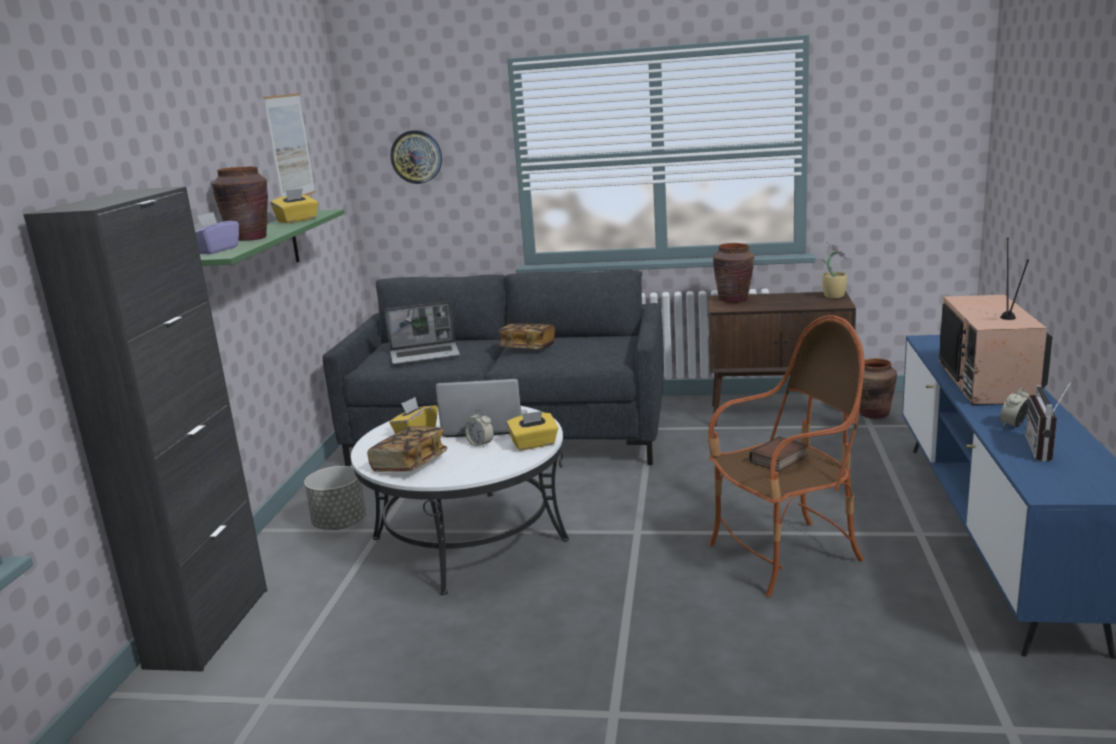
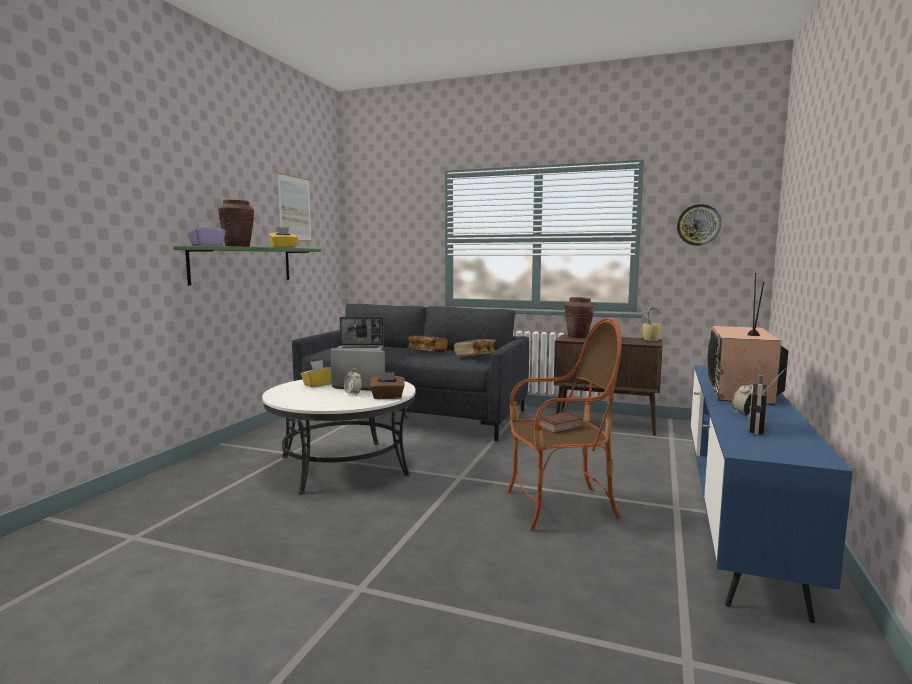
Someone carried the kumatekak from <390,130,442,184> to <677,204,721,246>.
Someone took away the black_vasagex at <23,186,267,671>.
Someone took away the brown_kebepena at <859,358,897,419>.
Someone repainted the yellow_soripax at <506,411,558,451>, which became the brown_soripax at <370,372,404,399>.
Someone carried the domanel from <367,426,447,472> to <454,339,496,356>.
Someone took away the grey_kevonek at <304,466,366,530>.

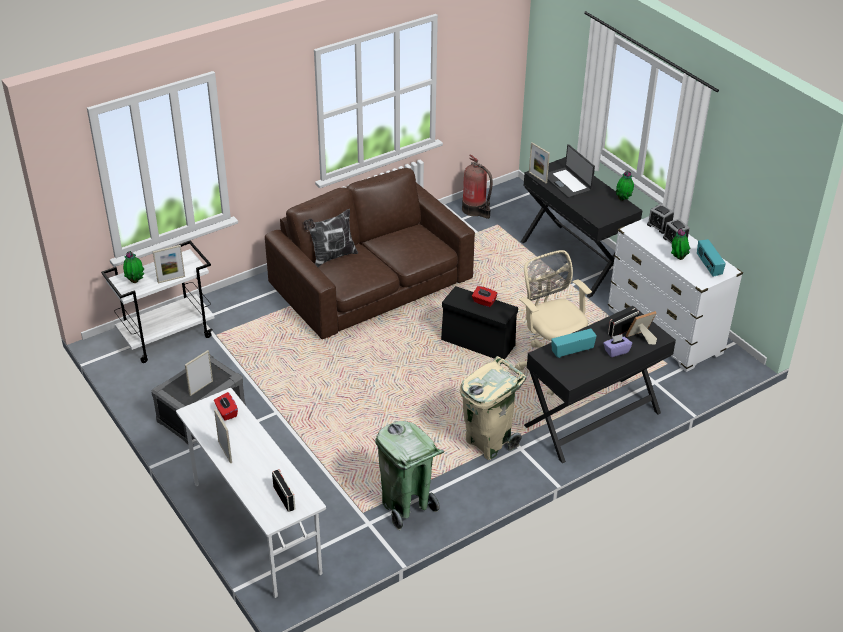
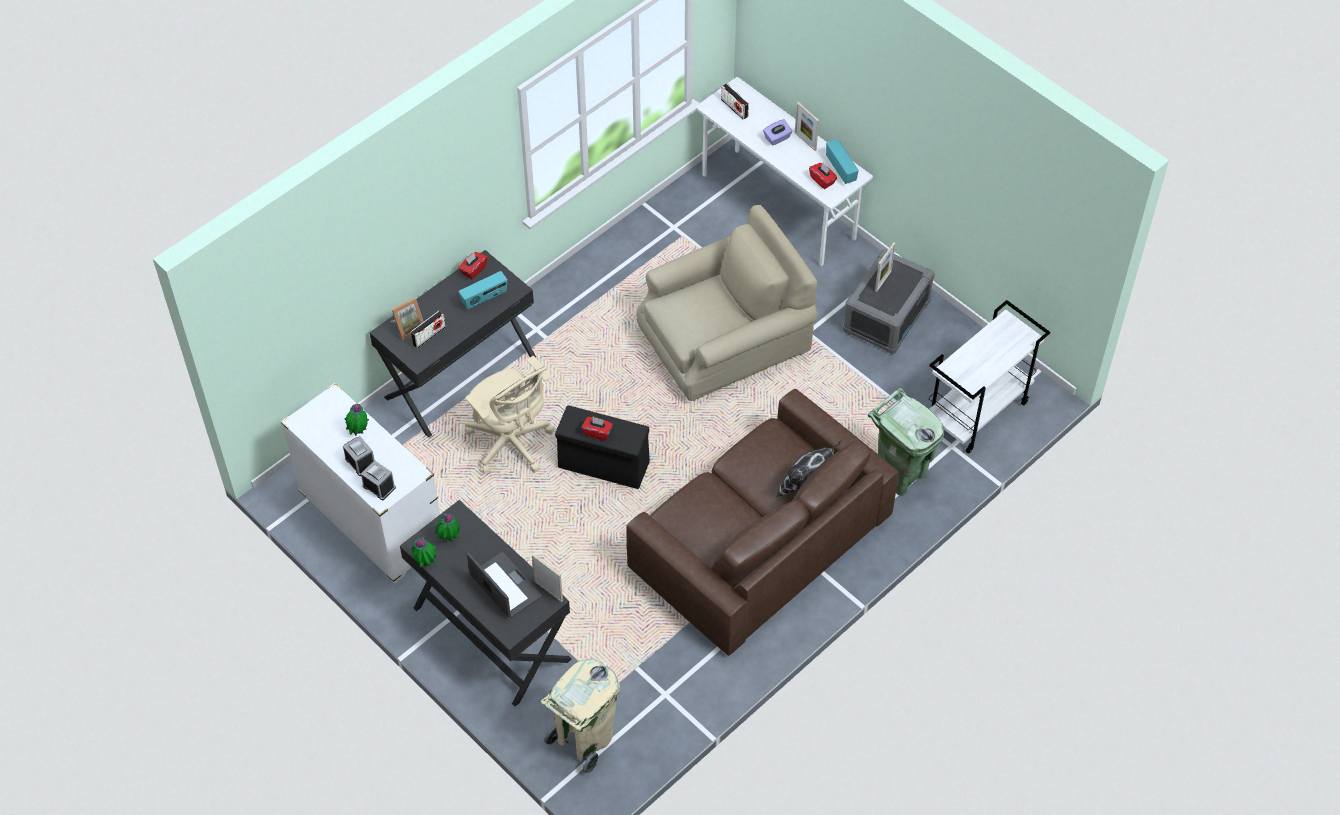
Someone took away the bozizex at <462,154,493,219>.
Someone carried the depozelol from <697,239,726,277> to <826,139,859,184>.
Someone took away the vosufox at <153,245,185,283>.
Someone carried the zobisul from <123,251,144,283> to <434,513,460,542>.
Someone carried the purple_soripax from <603,334,632,357> to <763,119,793,146>.
Someone carried the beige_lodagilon from <460,356,526,460> to <540,659,620,774>.
Someone carried the green_lodagilon from <375,421,444,530> to <868,388,944,496>.
Someone put down the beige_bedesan at <637,205,817,401>.
Someone put down the red_soripax at <458,252,488,279>.

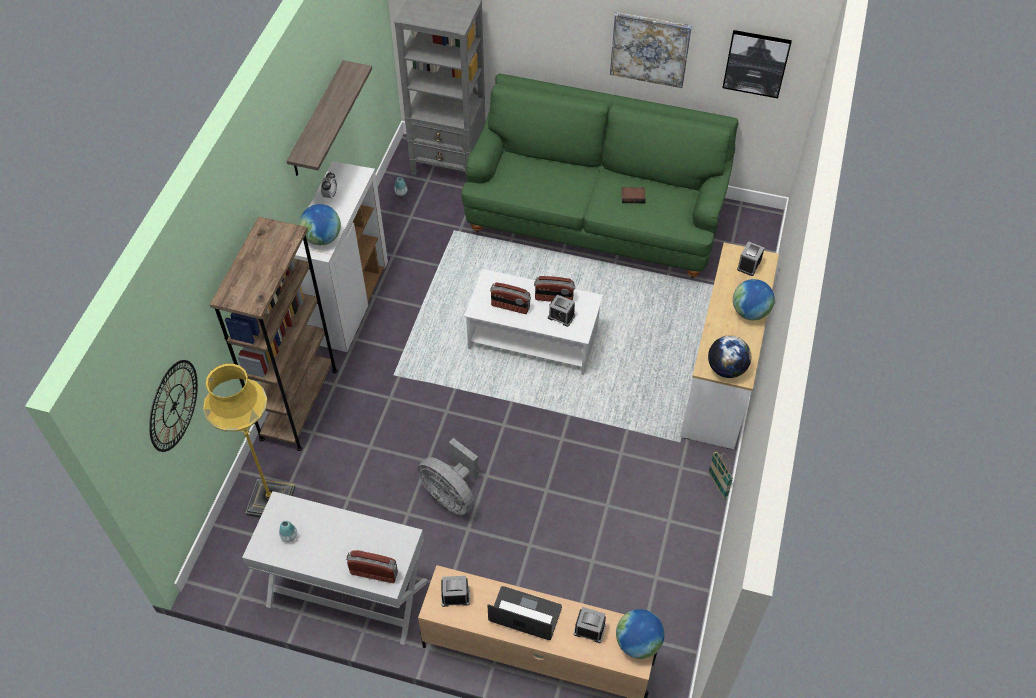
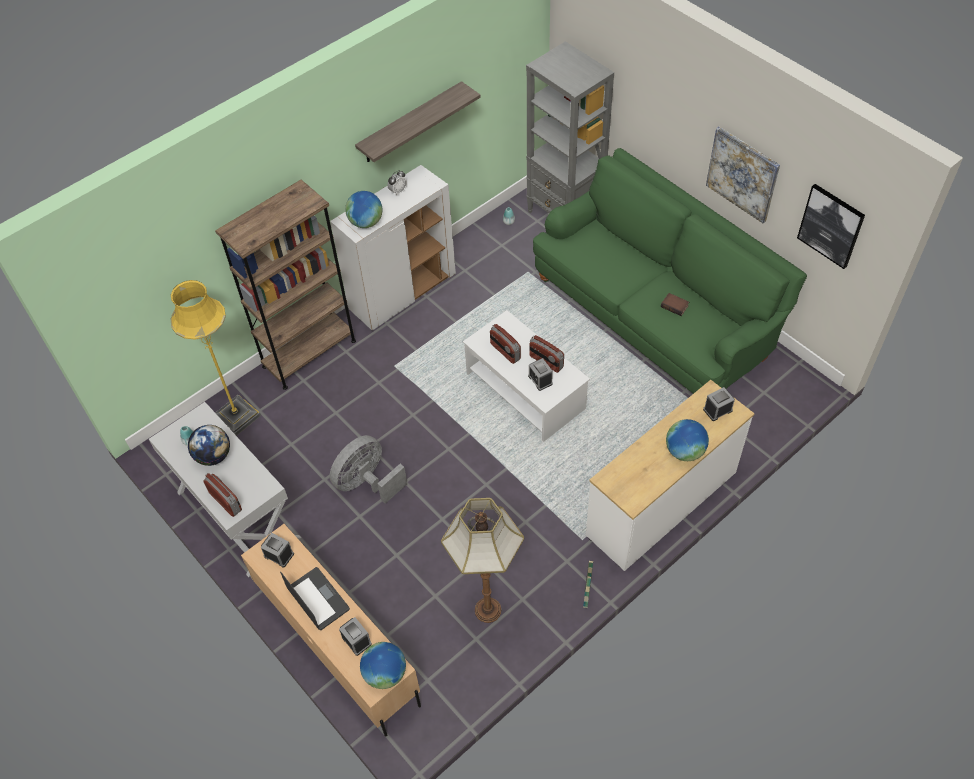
Someone carried the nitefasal from <708,335,751,378> to <188,425,230,466>.
Someone took away the kumatekak at <149,360,198,452>.
Someone rotated the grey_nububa at <418,438,479,515> by 60 degrees clockwise.
Someone put down the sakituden at <441,498,524,623>.

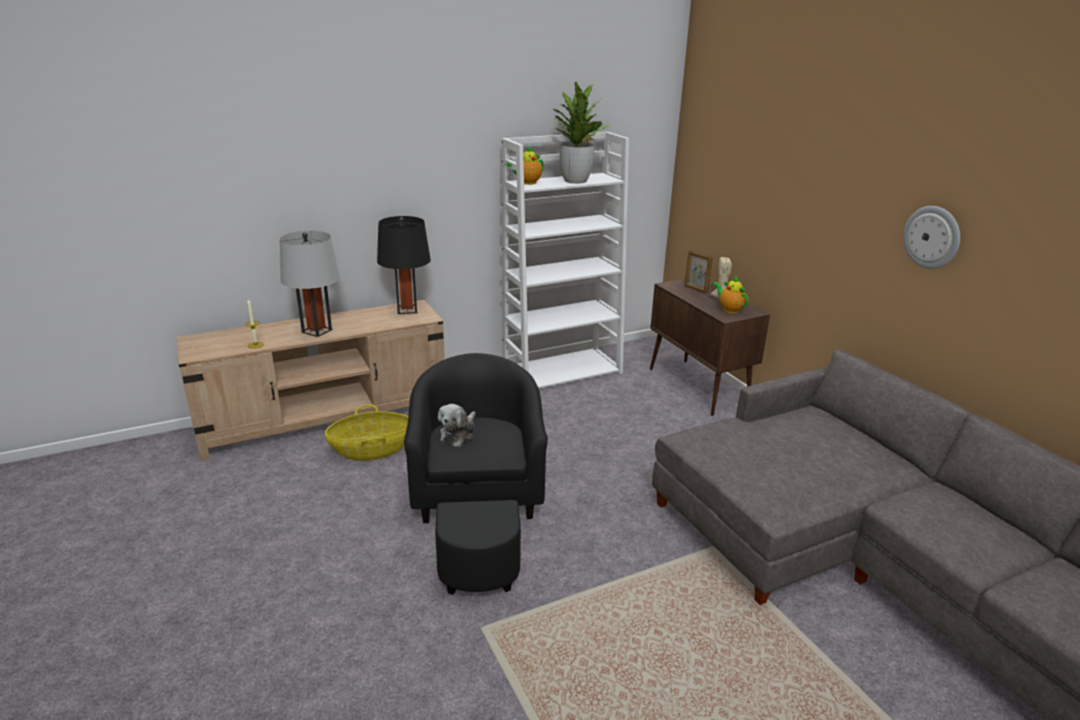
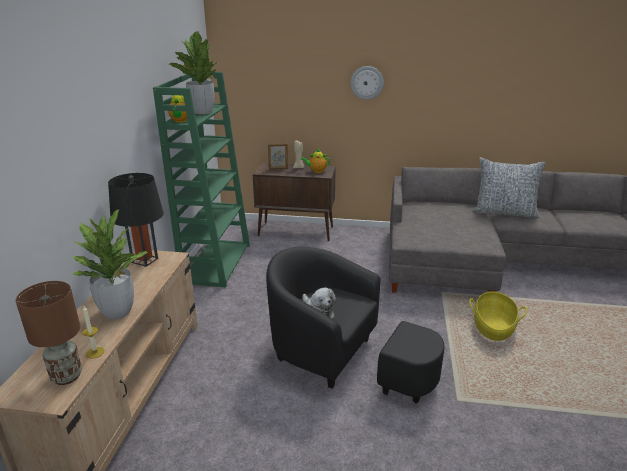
Someone repainted the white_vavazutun at <502,132,629,389>, which became the green_vavazutun at <153,72,250,287>.
Someone carried the kumatekak from <903,206,960,269> to <351,66,384,100>.
Someone swapped the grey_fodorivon at <280,231,340,337> for the zobisul at <71,209,148,319>.
Someone carried the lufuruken from <325,404,408,461> to <469,291,527,341>.
Someone put down the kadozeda at <472,157,545,218>.
Someone put down the brown_fodorivon at <16,281,82,385>.

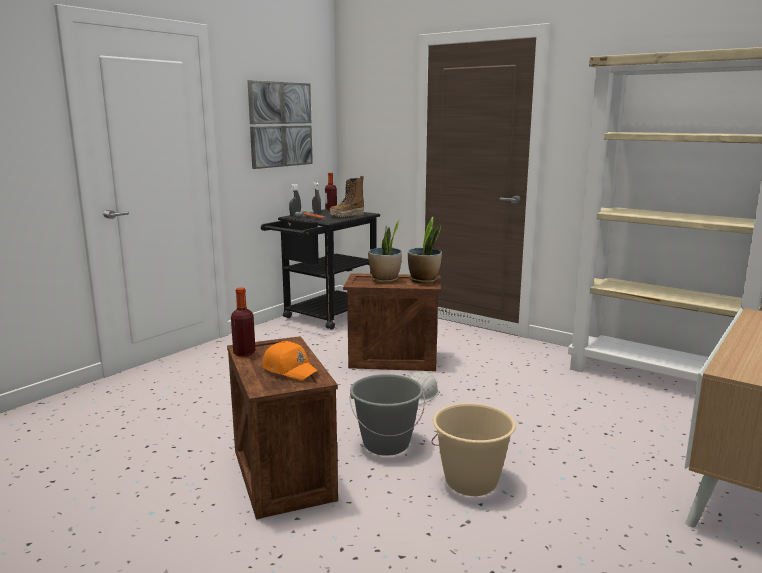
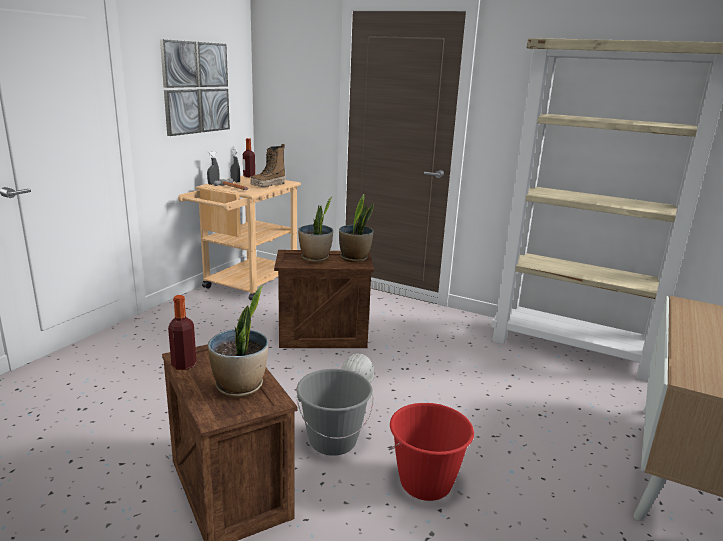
Someone repainted the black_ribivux at <261,209,380,330>, which became the beige_ribivux at <178,176,301,300>.
Someone swapped the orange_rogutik at <263,341,319,380> for the zobisul at <208,285,268,398>.
Someone repainted the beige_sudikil at <431,403,516,496>, which became the red_sudikil at <388,403,474,501>.

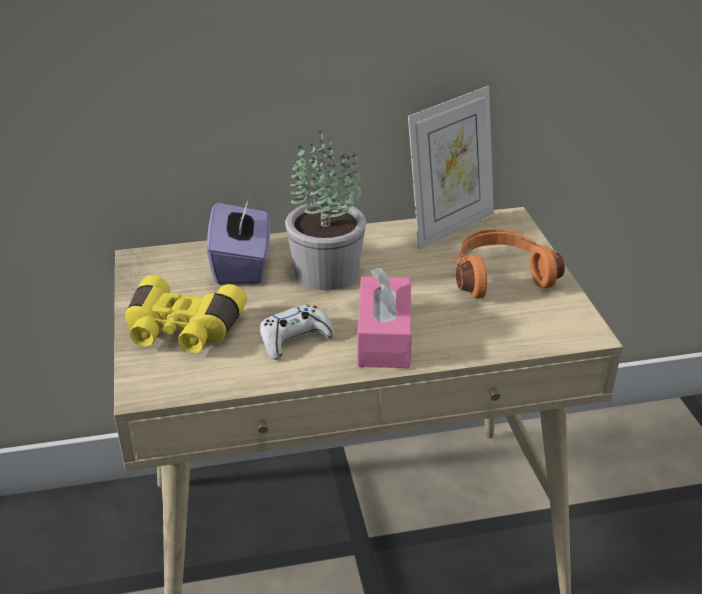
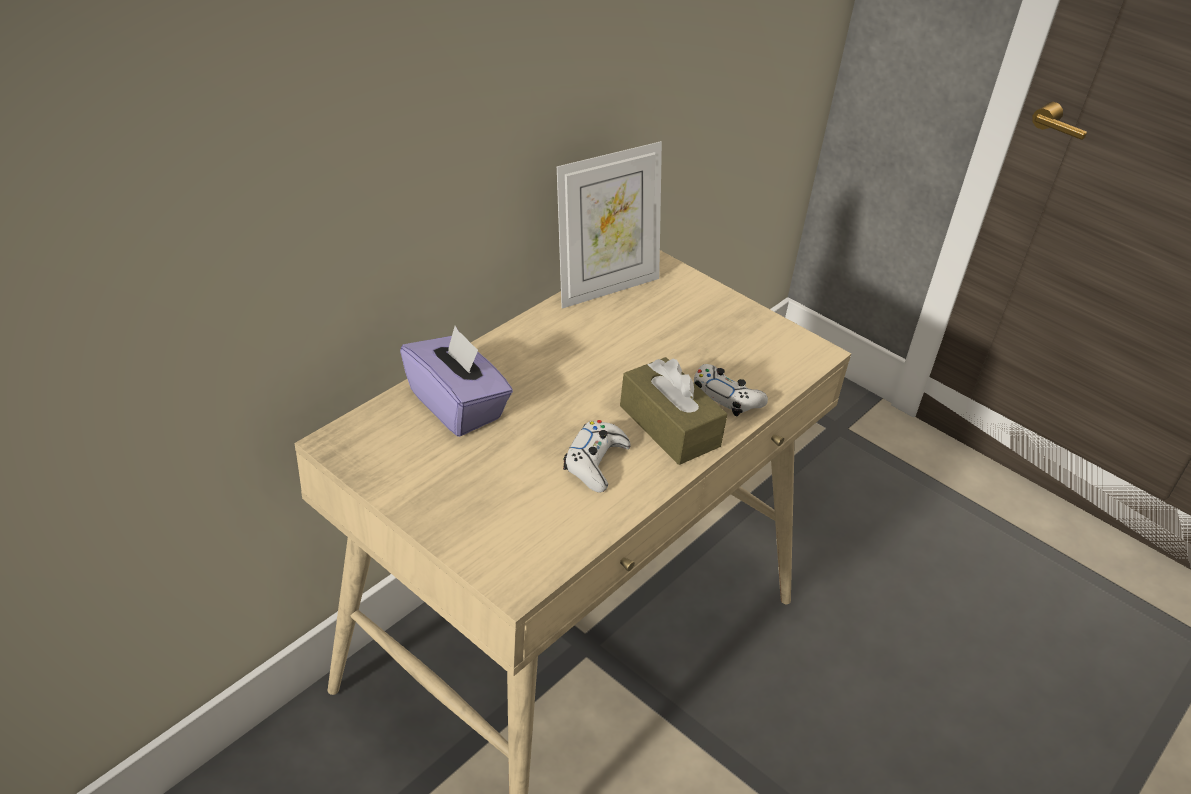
Someone rotated the vosufox at <408,86,494,250> by 45 degrees clockwise.
Someone took away the zobisul at <285,131,366,290>.
Someone took away the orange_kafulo at <455,229,565,298>.
Someone repainted the pink_soripax at <357,268,412,368>, which became the brown_soripax at <620,357,727,465>.
Someone took away the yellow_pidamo at <125,275,247,353>.
Someone put down the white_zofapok at <694,364,768,416>.

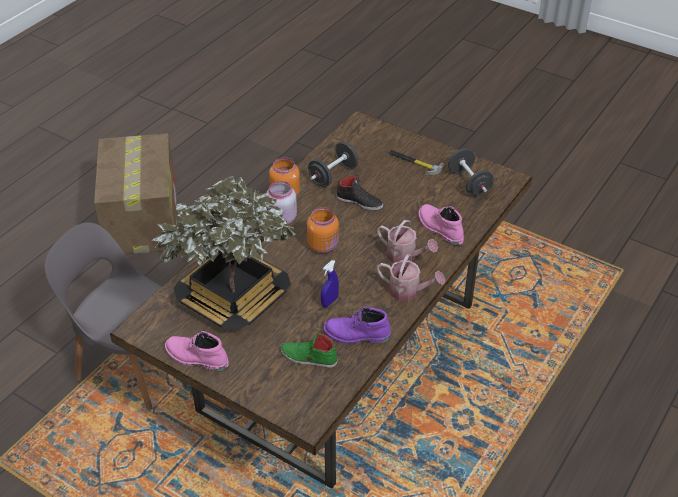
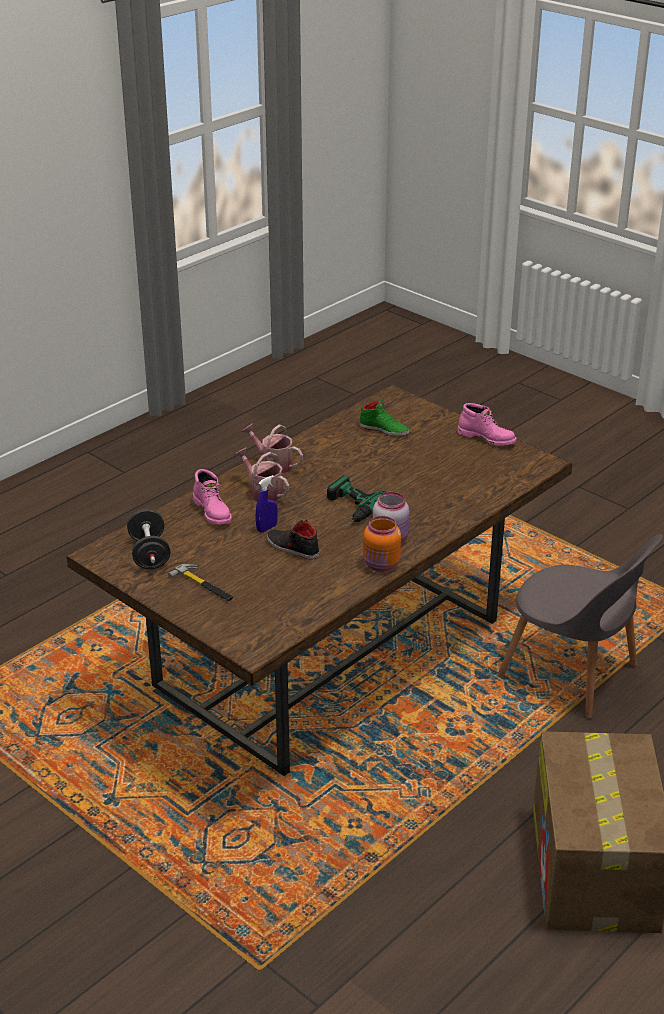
Someone took away the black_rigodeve at <308,142,358,187>.
Someone took away the zobisul at <152,176,295,329>.
Someone swapped the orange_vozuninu at <307,207,339,253> for the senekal at <327,476,386,527>.
Someone carried the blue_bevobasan from <321,260,339,308> to <255,475,278,533>.
Someone took away the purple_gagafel at <323,307,391,344>.

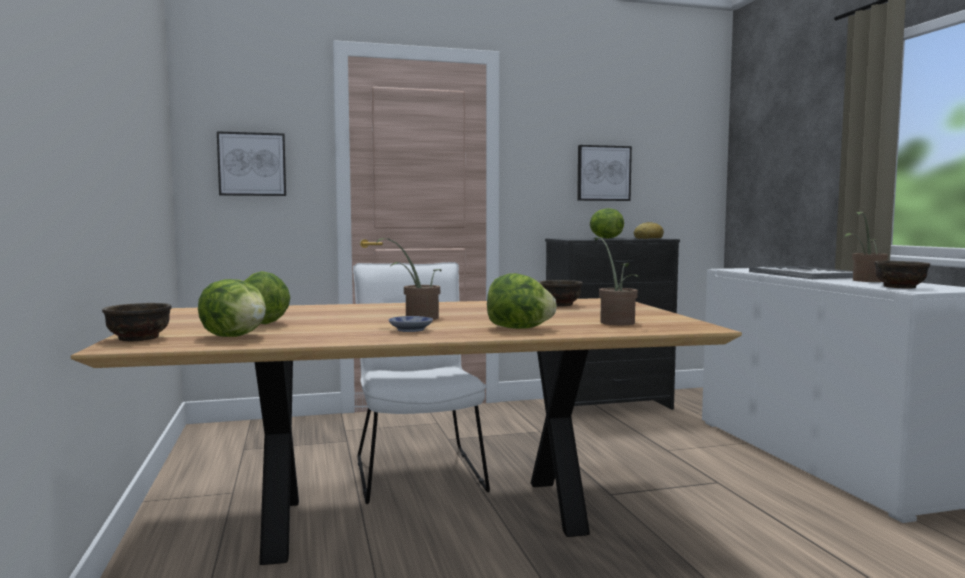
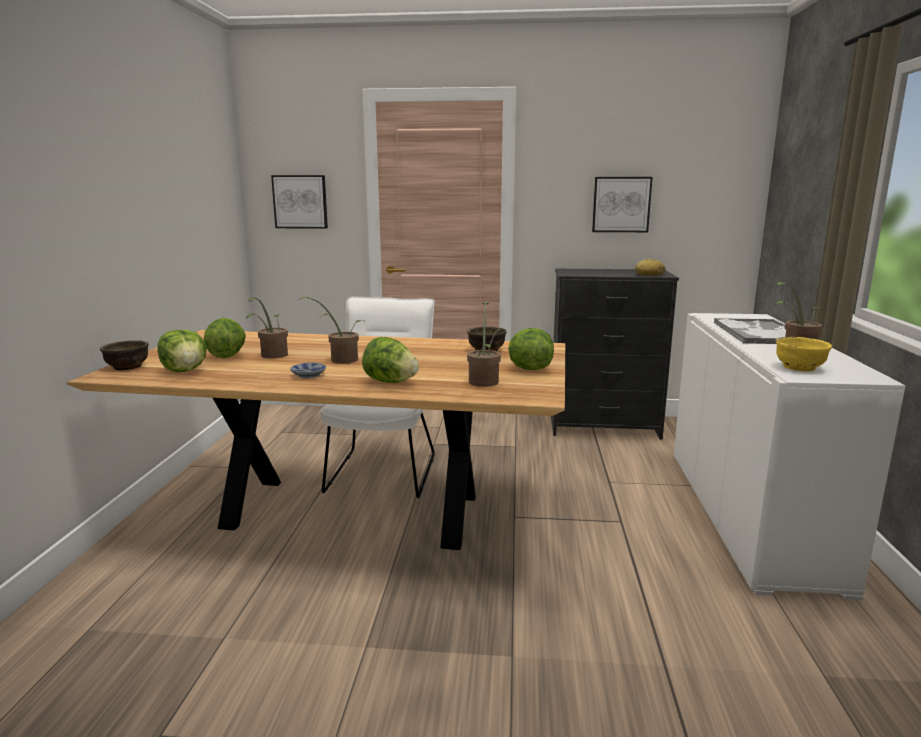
Someone carried the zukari from <590,208,624,239> to <508,328,554,370>.
Someone repainted the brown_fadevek at <874,261,930,289>, which became the yellow_fadevek at <776,337,832,371>.
Someone put down the zobisul at <246,297,288,359>.

